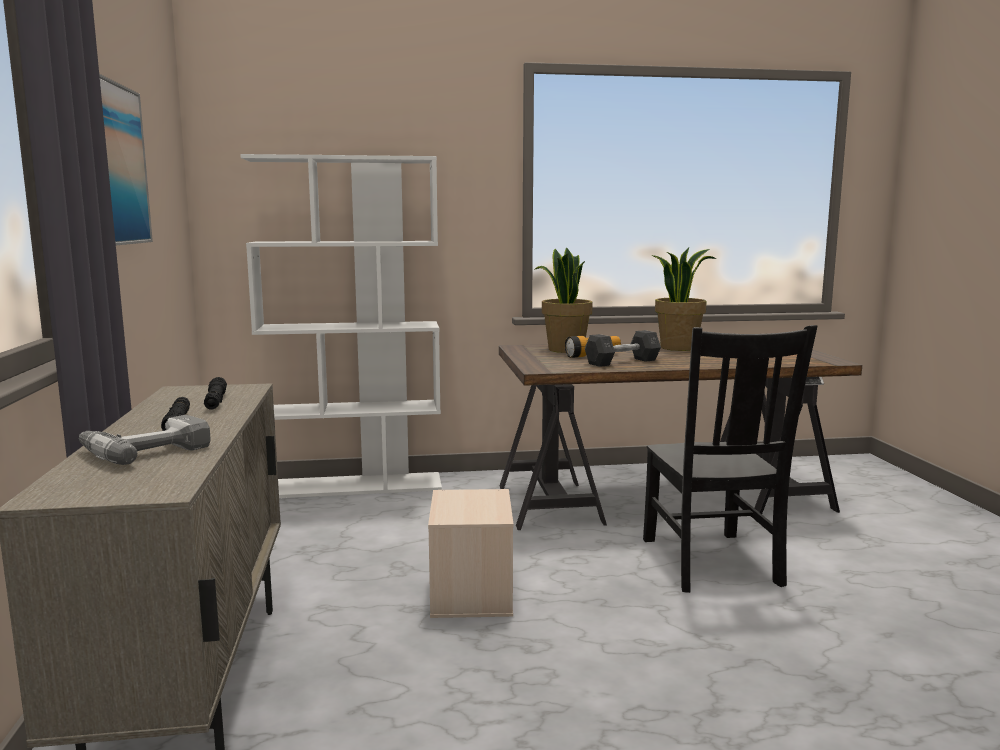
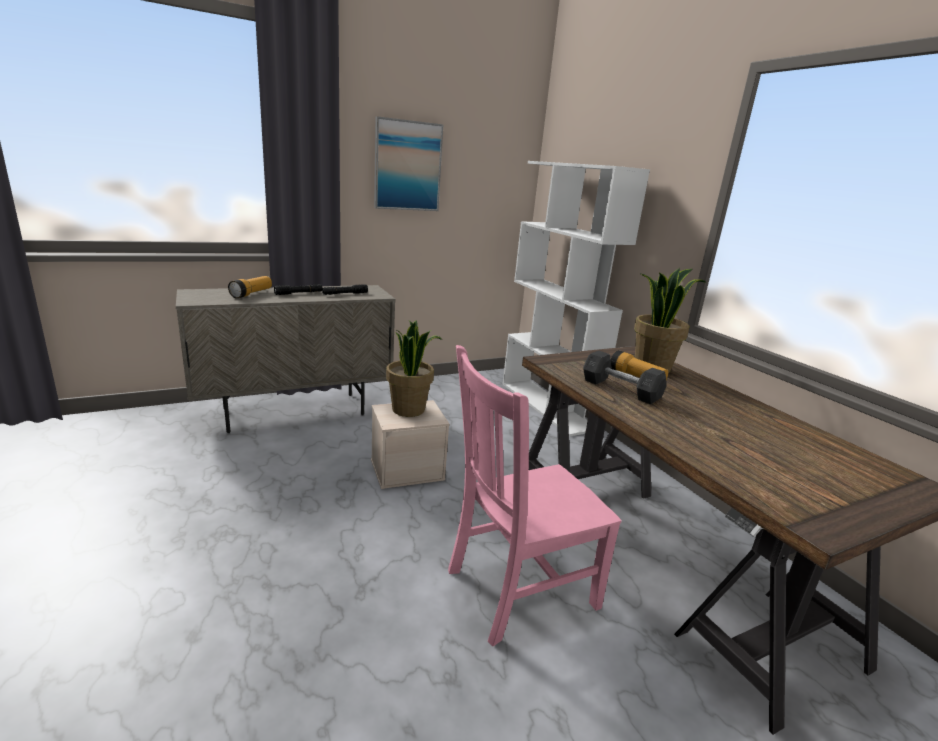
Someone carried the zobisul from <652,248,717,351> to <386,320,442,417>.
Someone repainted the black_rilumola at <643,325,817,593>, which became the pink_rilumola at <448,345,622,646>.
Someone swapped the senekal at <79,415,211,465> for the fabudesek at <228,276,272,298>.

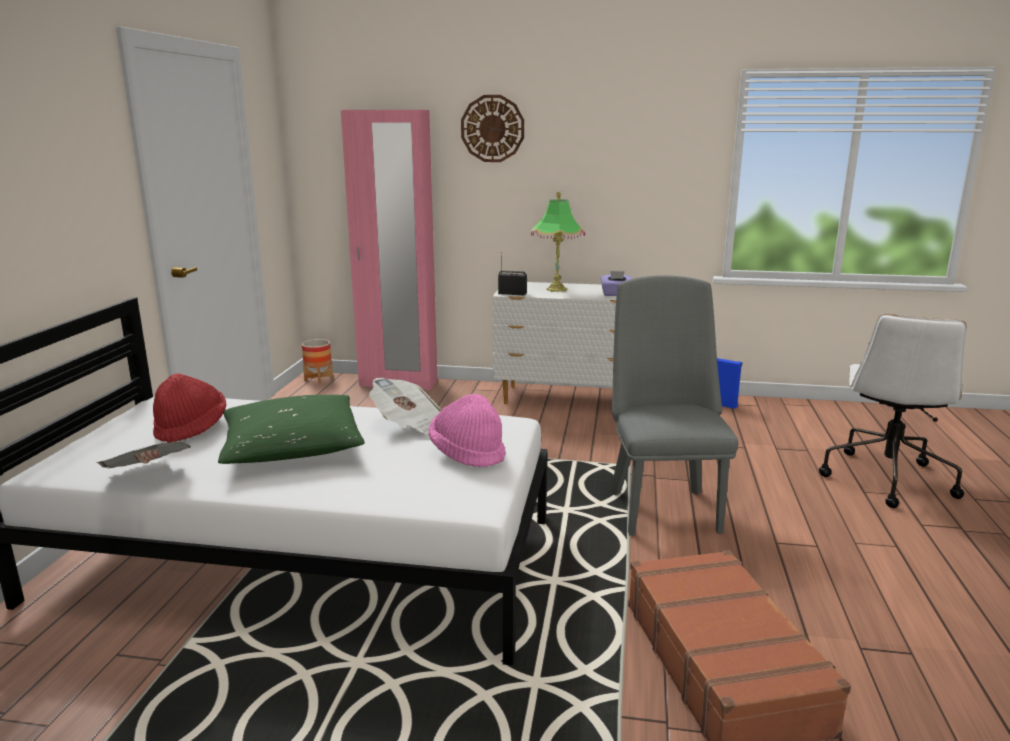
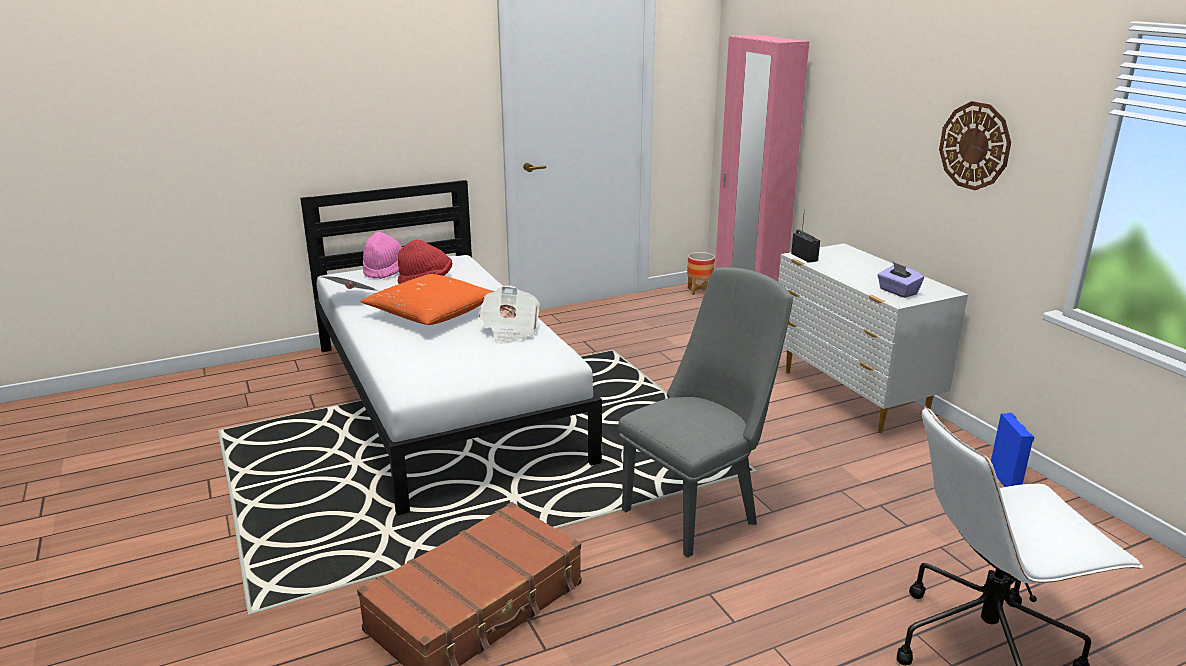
Someone carried the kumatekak from <461,95,524,162> to <939,101,1011,190>.
Someone took away the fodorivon at <531,192,585,292>.
Someone carried the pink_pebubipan from <429,394,506,467> to <363,232,402,279>.
Someone repainted the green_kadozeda at <218,395,365,464>, which became the orange_kadozeda at <361,274,494,325>.

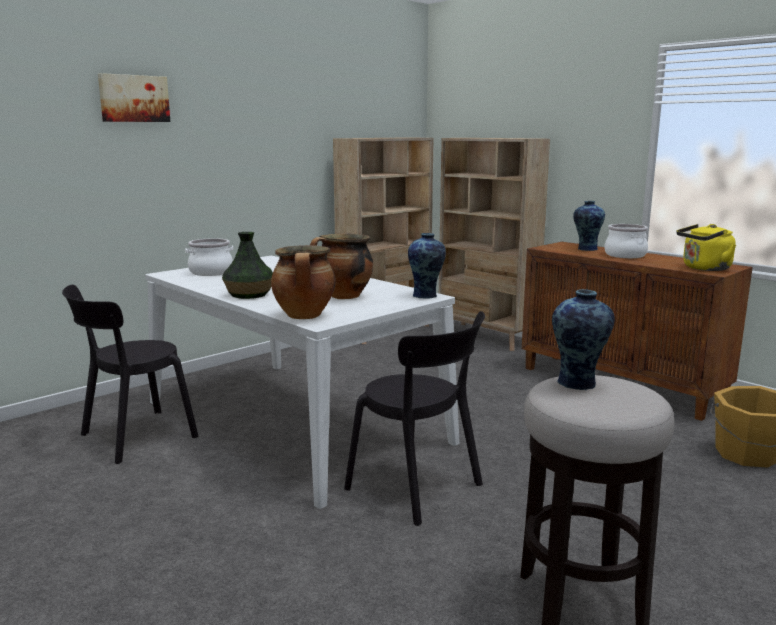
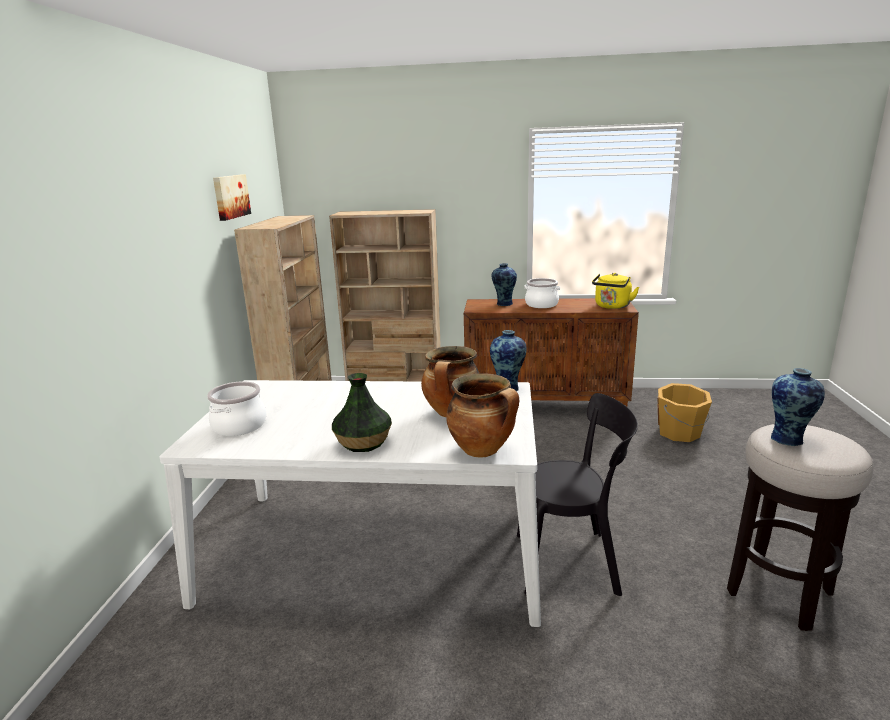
Someone carried the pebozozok from <98,73,170,122> to <213,174,251,221>.
Someone took away the black_rilumola at <62,285,198,464>.

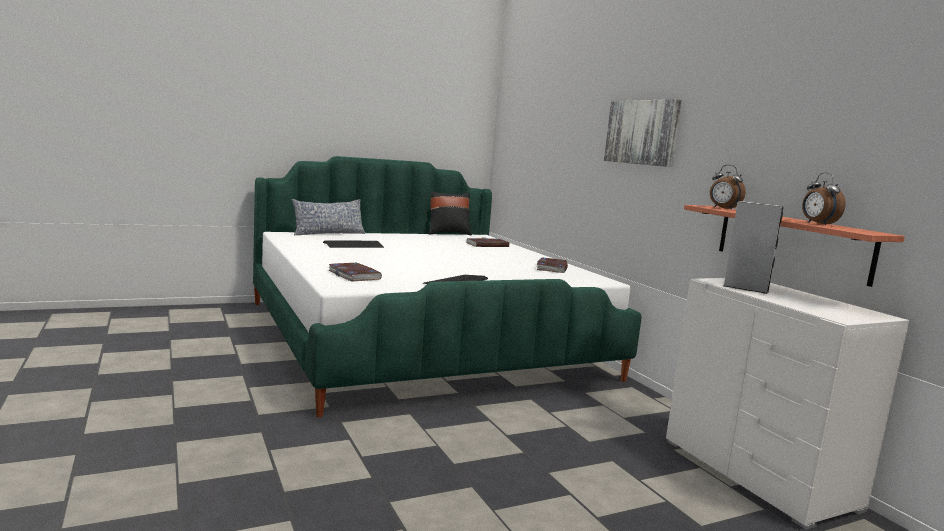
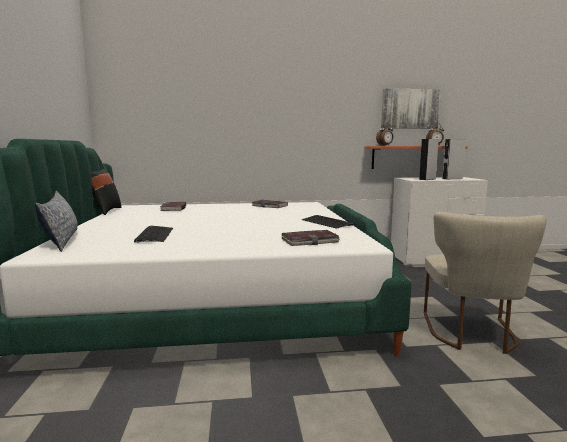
Someone carried the pebozozok from <604,99,682,167> to <381,88,441,129>.
Someone put down the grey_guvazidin at <442,139,466,179>.
Someone put down the beige_rilumola at <424,212,547,354>.

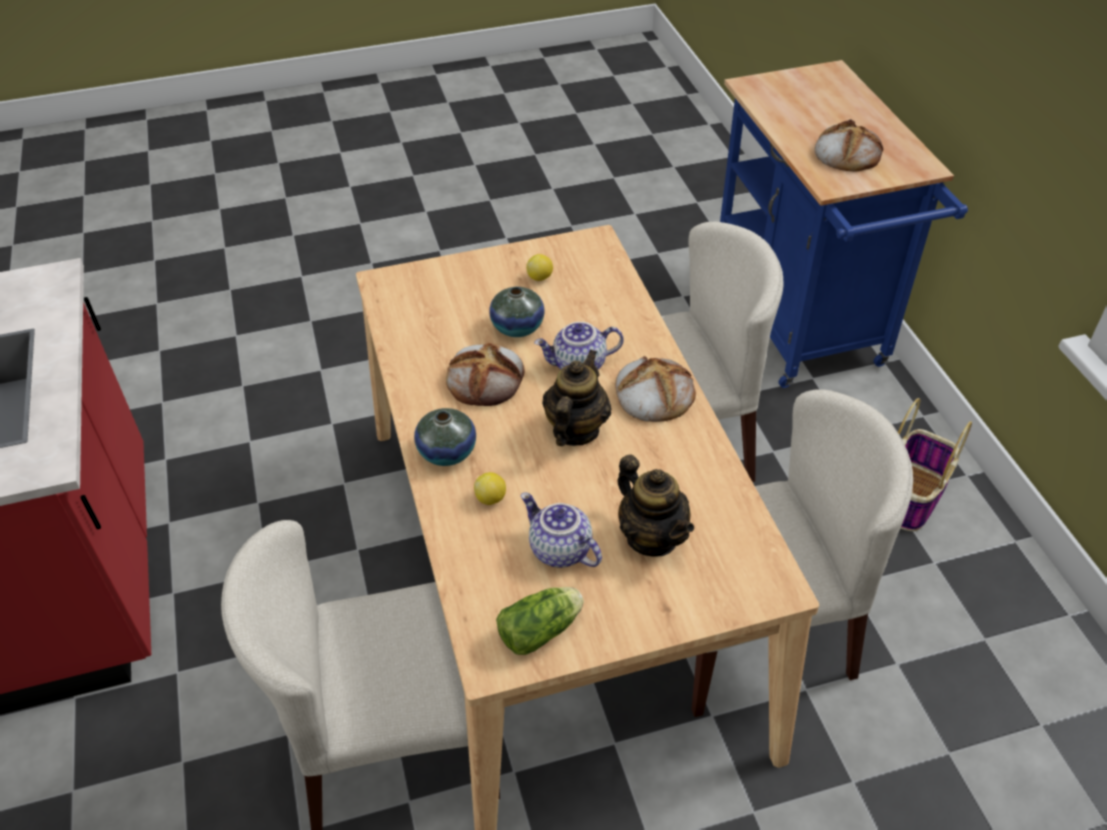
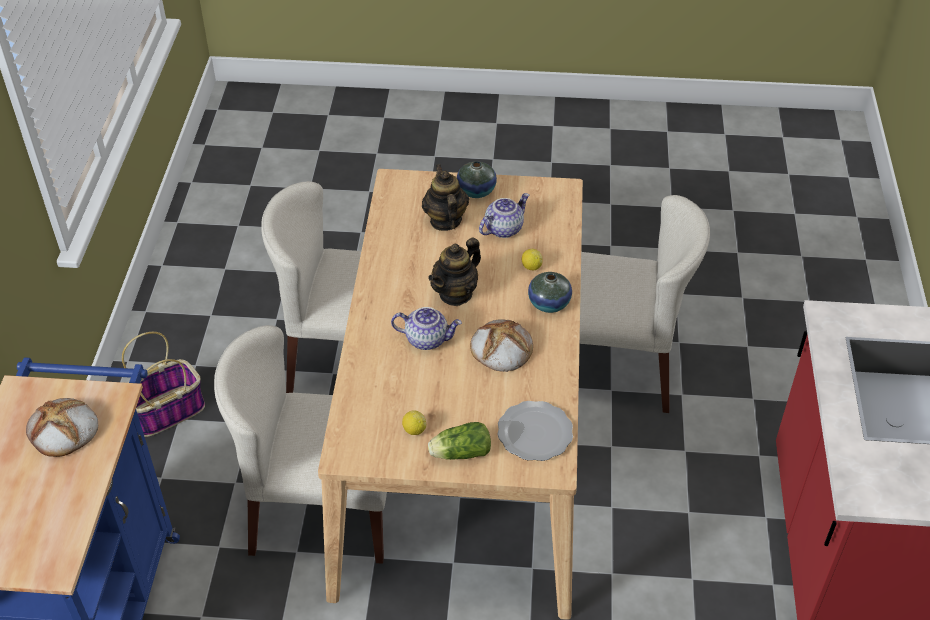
Someone carried the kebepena from <489,287,544,337> to <457,161,497,198>.
Someone took away the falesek at <615,356,696,422>.
Someone rotated the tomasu at <521,493,602,568> by 105 degrees counterclockwise.
Someone carried the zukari from <496,587,584,655> to <428,422,491,460>.
Someone put down the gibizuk at <497,401,573,461>.

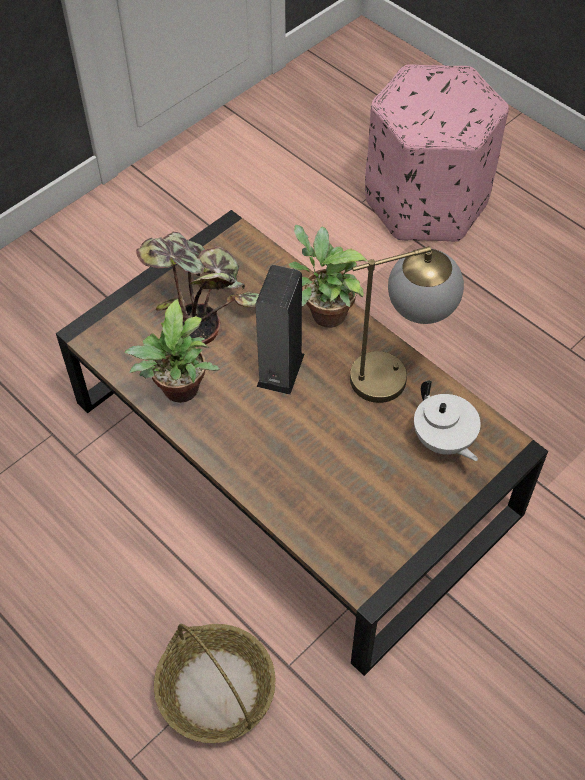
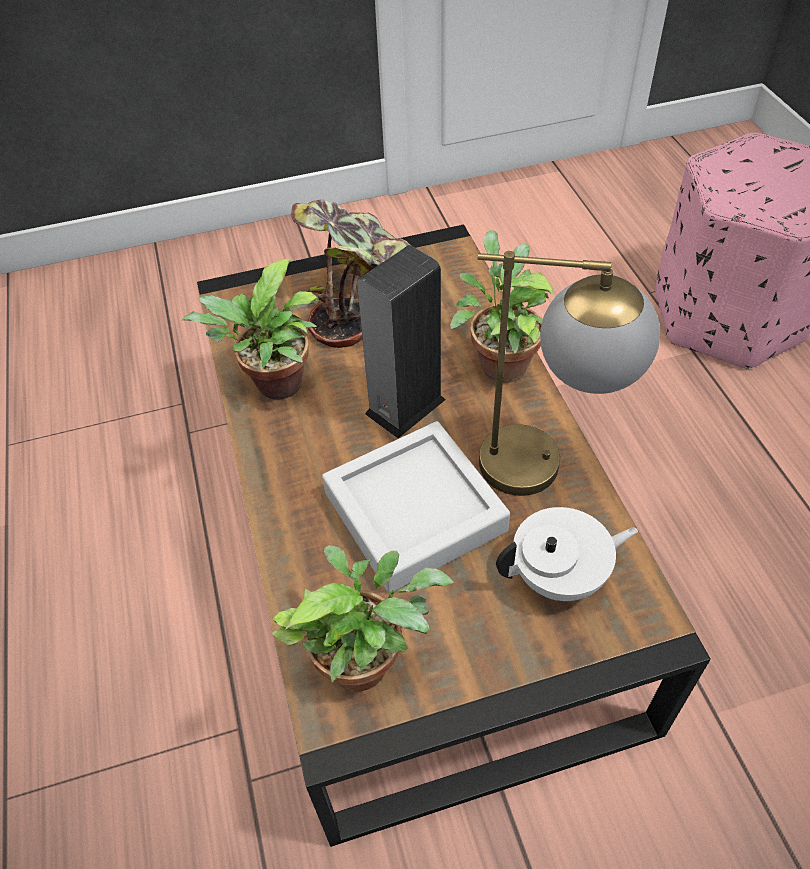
Someone rotated the white_tomasu at <414,381,481,461> by 105 degrees counterclockwise.
Someone took away the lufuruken at <154,624,276,743>.
Someone put down the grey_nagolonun at <322,421,510,593>.
Someone put down the zobisul at <272,545,454,692>.

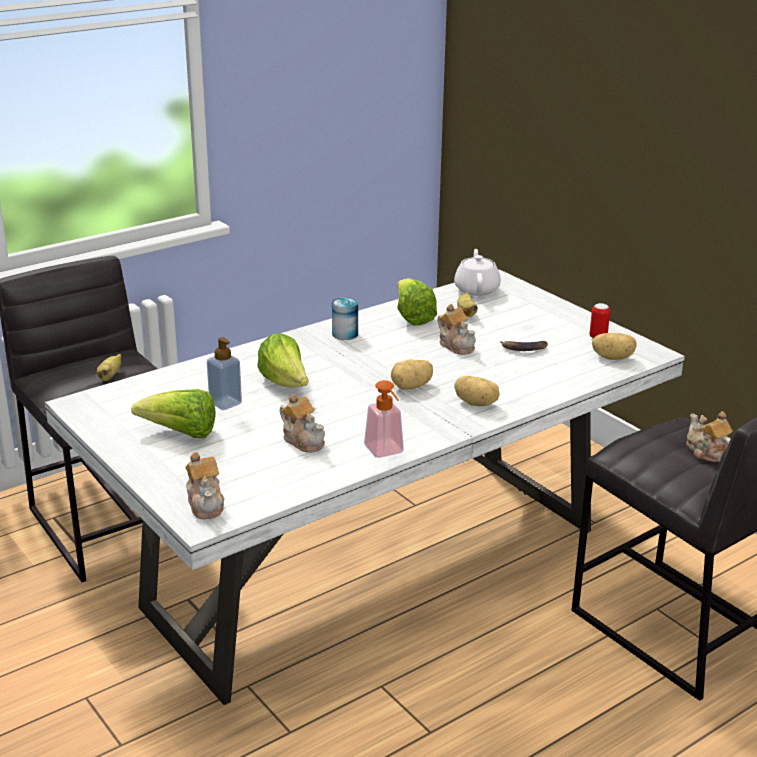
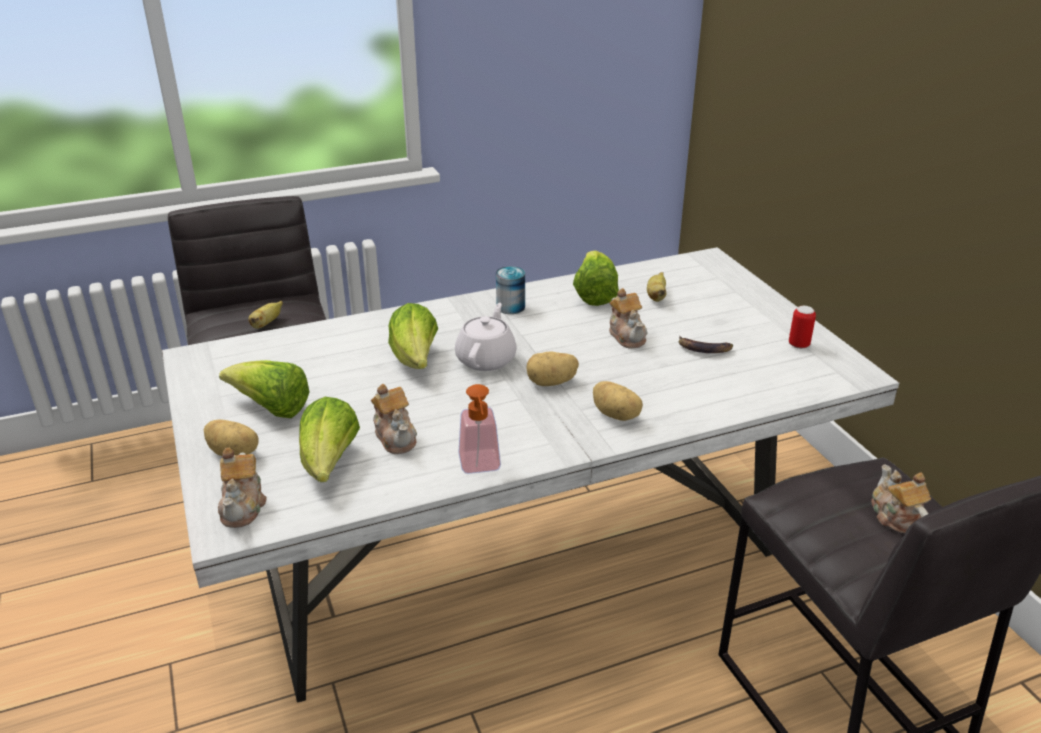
Someone carried the white_tomasu from <454,249,501,296> to <455,303,517,371>.
Someone carried the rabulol from <592,333,637,360> to <204,419,258,456>.
Someone took away the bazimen at <207,337,242,410>.
Someone put down the zukari at <299,397,360,482>.

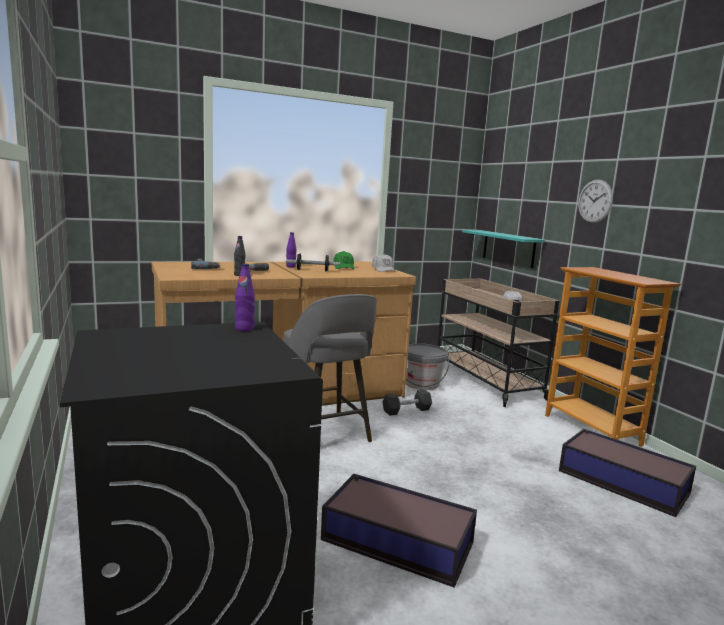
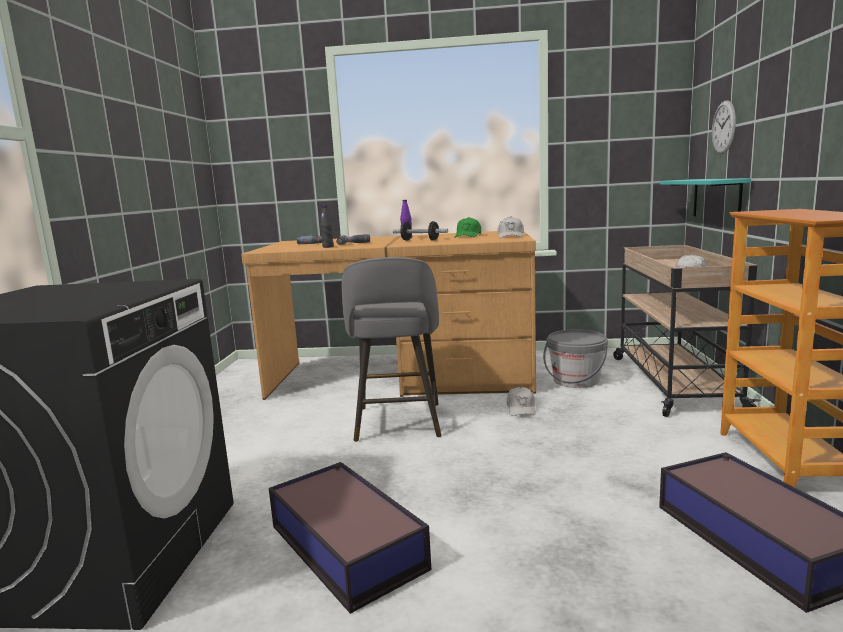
Someone carried the kumatekak from <578,179,613,223> to <712,101,736,154>.
Someone took away the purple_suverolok at <235,264,255,331>.
Someone swapped the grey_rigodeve at <382,389,432,416> for the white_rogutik at <507,387,536,416>.

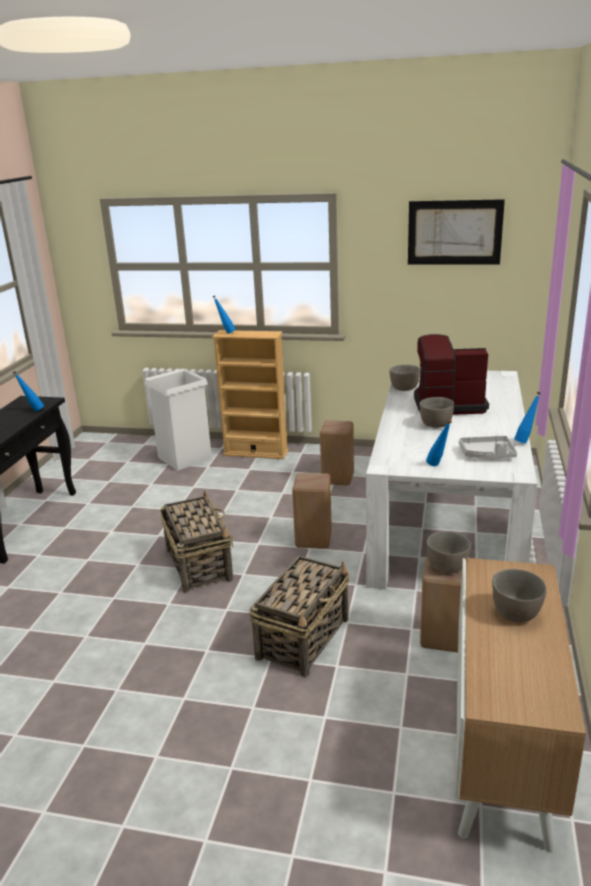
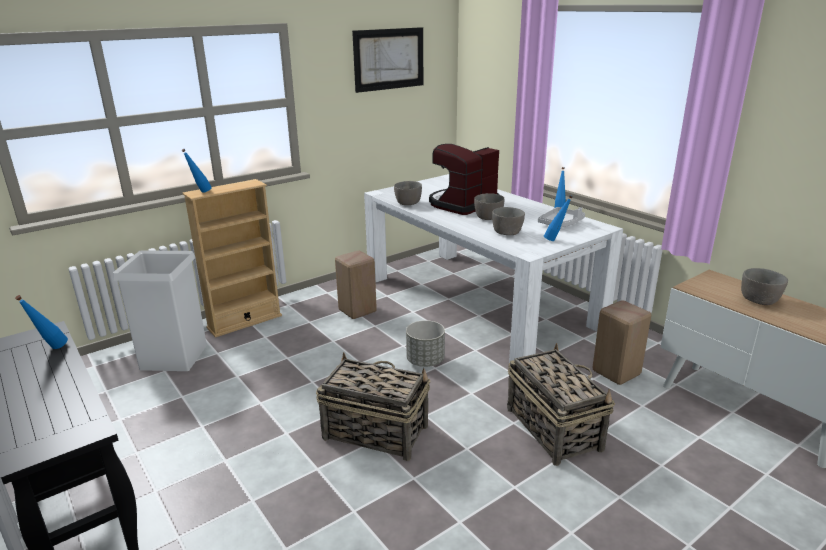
Someone swapped the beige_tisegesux at <292,473,332,549> for the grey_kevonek at <406,320,445,367>.
Someone carried the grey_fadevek from <427,531,471,574> to <492,207,525,235>.

